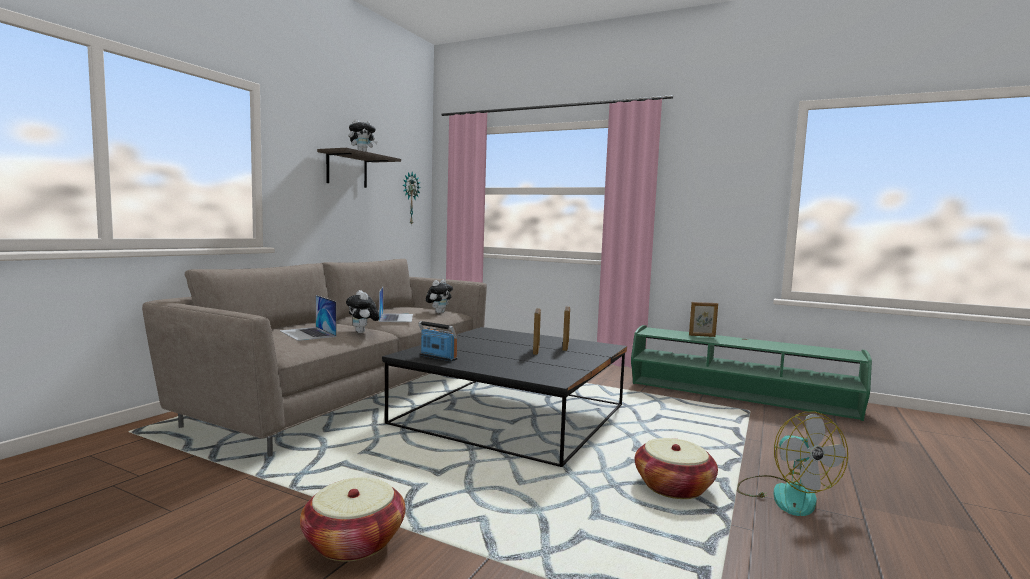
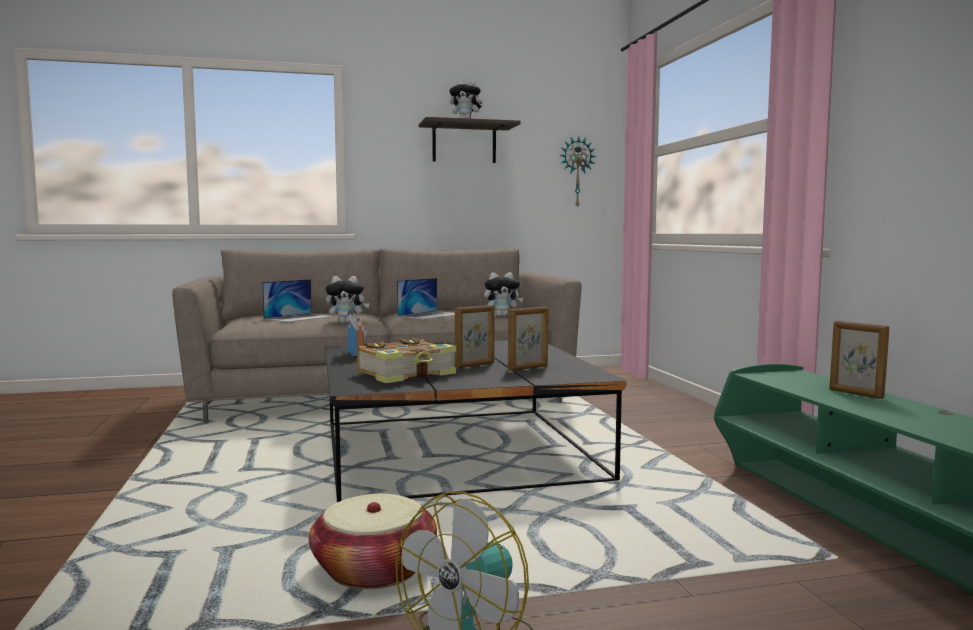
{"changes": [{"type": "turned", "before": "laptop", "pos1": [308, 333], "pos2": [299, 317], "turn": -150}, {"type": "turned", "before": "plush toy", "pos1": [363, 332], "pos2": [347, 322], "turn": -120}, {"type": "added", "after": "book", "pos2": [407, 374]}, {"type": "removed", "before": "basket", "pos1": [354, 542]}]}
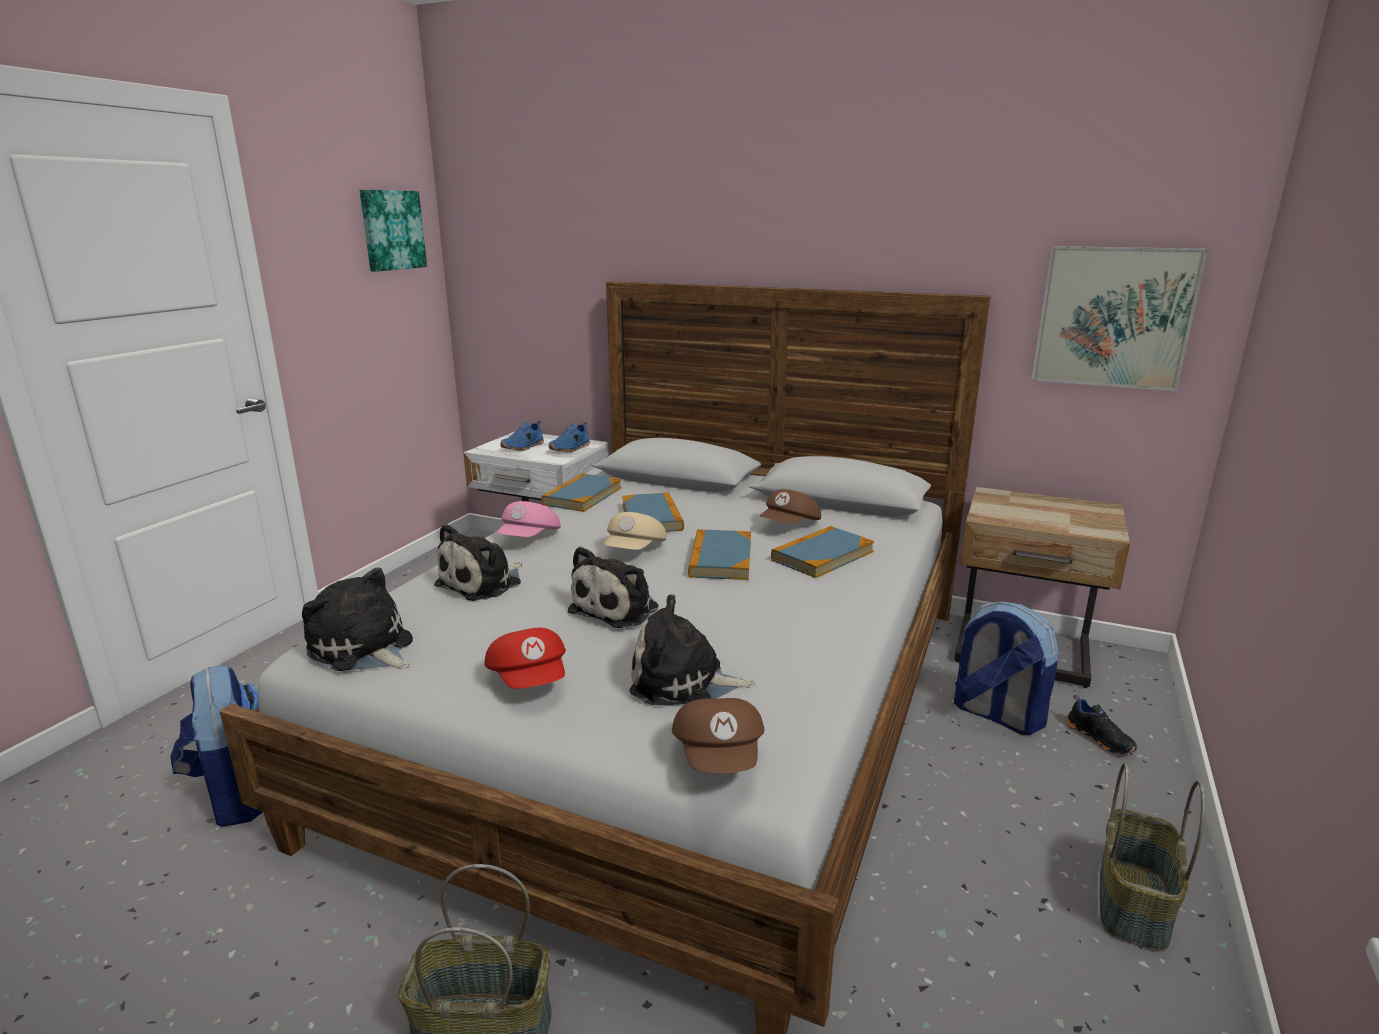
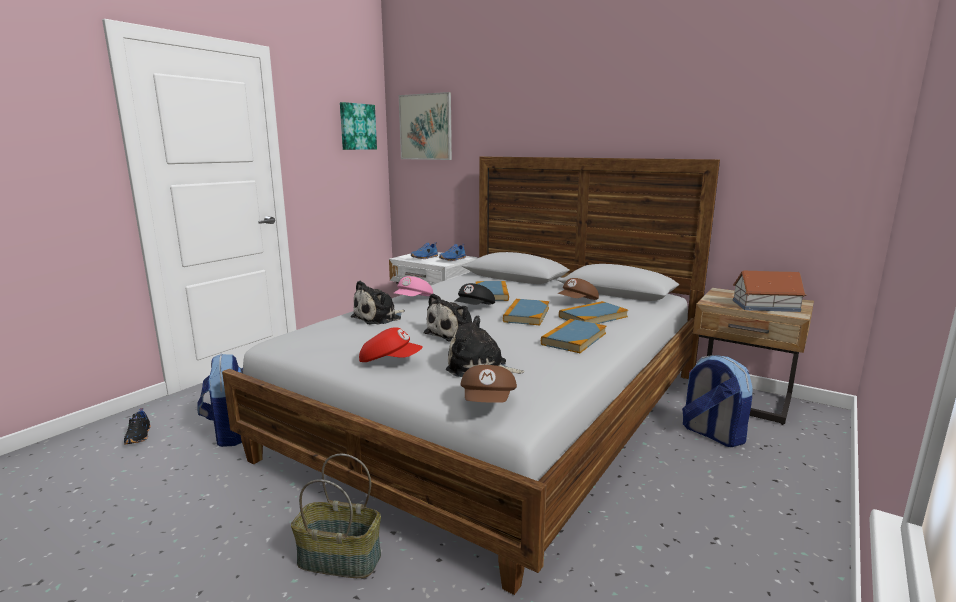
{"changes": [{"type": "moved", "before": "shoe/black", "pos1": [1100, 738], "pos2": [139, 436]}, {"type": "turned", "before": "cap/red", "pos1": [530, 680], "pos2": [390, 361], "turn": -60}, {"type": "moved", "before": "picture", "pos1": [1113, 317], "pos2": [425, 127]}, {"type": "recoloured", "before": "cap/beige", "after": "cap/black", "pos1": [635, 551], "pos2": [475, 308]}, {"type": "moved", "before": "book", "pos1": [582, 496], "pos2": [574, 339]}, {"type": "added", "after": "toy house", "pos2": [764, 305]}, {"type": "removed", "before": "plush toy", "pos1": [363, 649]}, {"type": "removed", "before": "basket", "pos1": [1135, 904]}]}
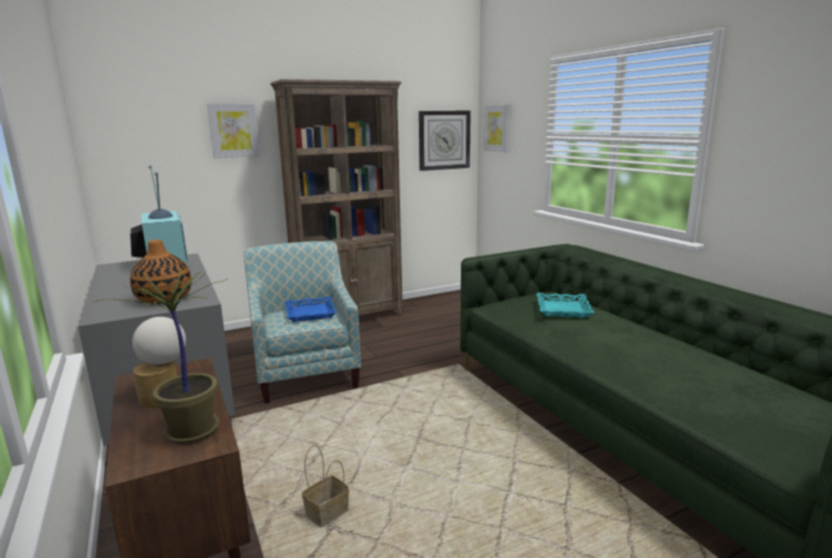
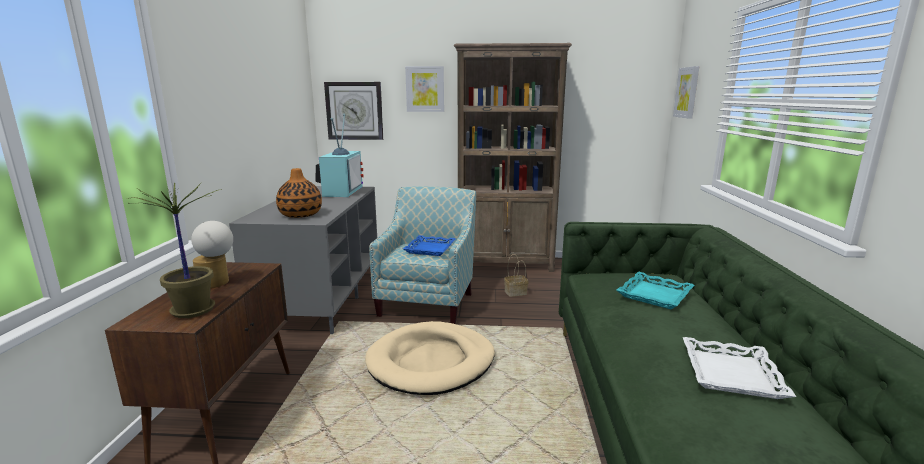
{"changes": [{"type": "moved", "before": "wall clock", "pos1": [444, 140], "pos2": [354, 111]}, {"type": "added", "after": "dog bed/beige", "pos2": [431, 362]}, {"type": "moved", "before": "basket", "pos1": [326, 514], "pos2": [515, 293]}, {"type": "added", "after": "tray/white", "pos2": [730, 373]}]}
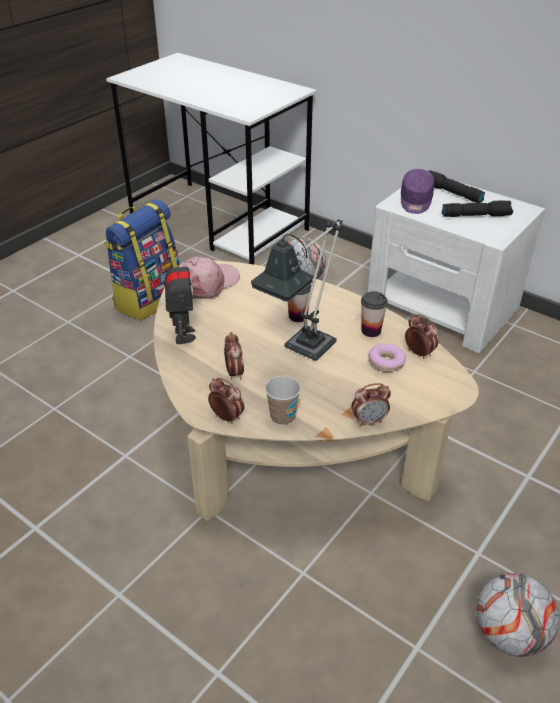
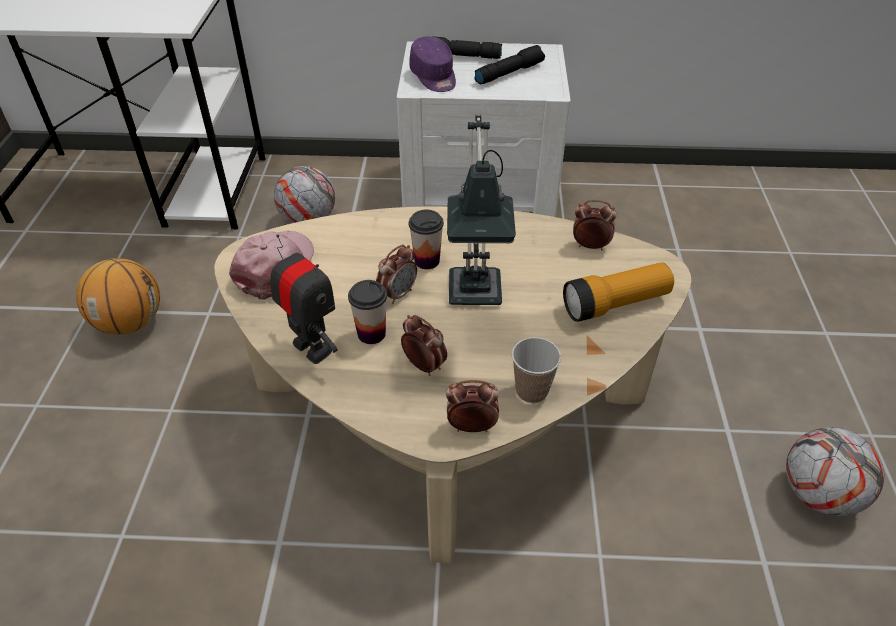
{"changes": [{"type": "replaced", "before": "backpack", "after": "basketball", "pos1": [148, 298], "pos2": [130, 323]}, {"type": "moved", "before": "cup", "pos1": [371, 331], "pos2": [371, 334]}, {"type": "moved", "before": "alarm clock", "pos1": [369, 421], "pos2": [398, 294]}, {"type": "added", "after": "flashlight", "pos2": [615, 304]}, {"type": "removed", "before": "donut", "pos1": [386, 362]}]}
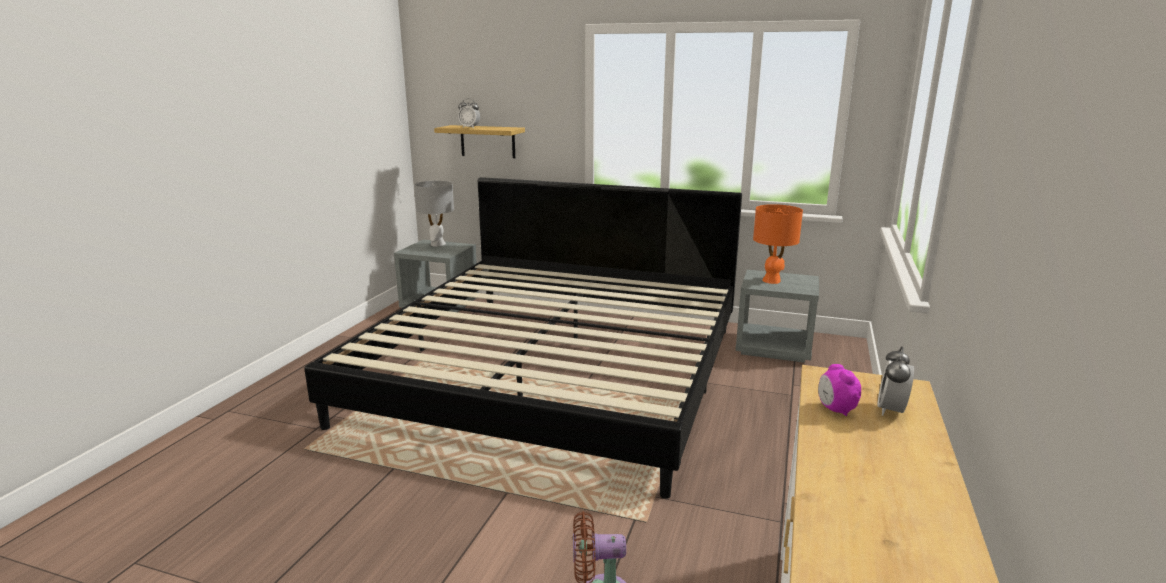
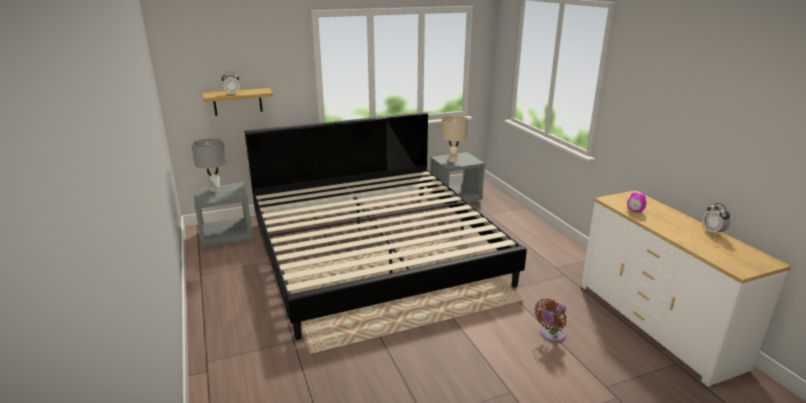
{"changes": [{"type": "recoloured", "before": "table lamp/orange", "after": "table lamp/beige", "pos1": [772, 280], "pos2": [453, 160]}, {"type": "moved", "before": "alarm clock", "pos1": [891, 410], "pos2": [713, 232]}]}
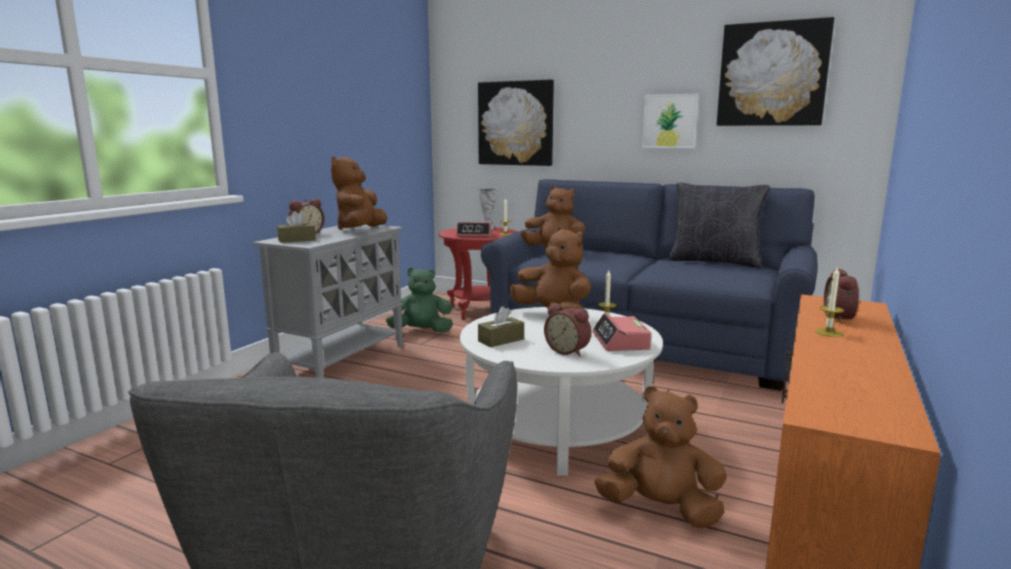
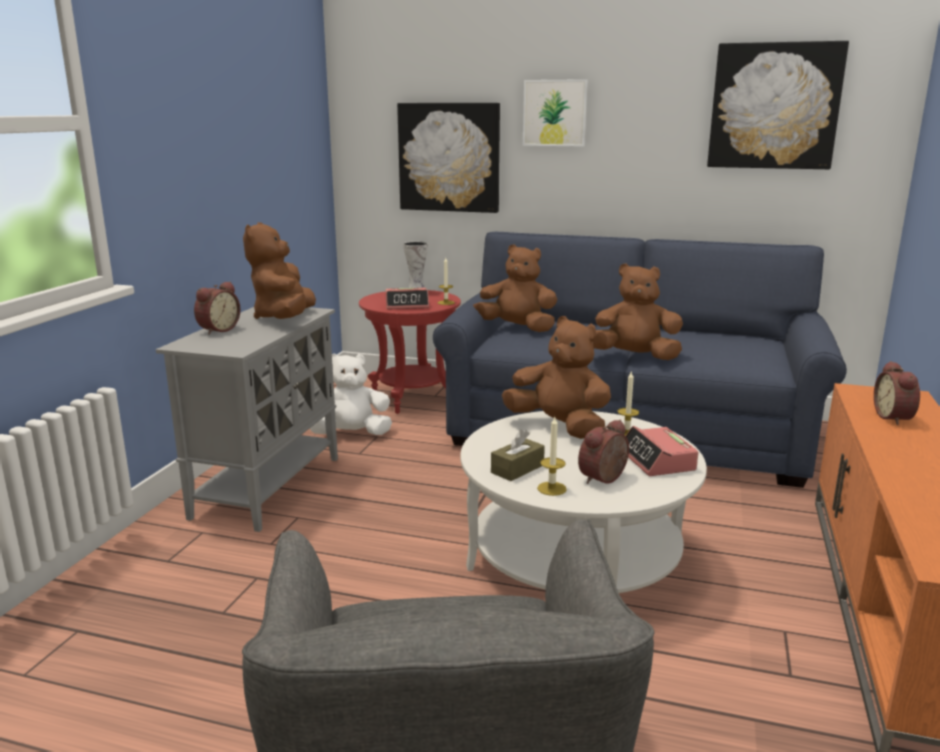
{"changes": [{"type": "recoloured", "before": "plush toy/green", "after": "plush toy/white", "pos1": [422, 331], "pos2": [352, 434]}, {"type": "moved", "before": "picture", "pos1": [670, 121], "pos2": [554, 113]}, {"type": "moved", "before": "candle", "pos1": [828, 332], "pos2": [551, 488]}, {"type": "turned", "before": "alarm clock", "pos1": [568, 351], "pos2": [605, 479], "turn": 105}, {"type": "moved", "before": "plush toy/brown", "pos1": [660, 509], "pos2": [634, 357]}, {"type": "removed", "before": "tissue box/brown", "pos1": [297, 240]}, {"type": "removed", "before": "pillow/black", "pos1": [714, 261]}]}
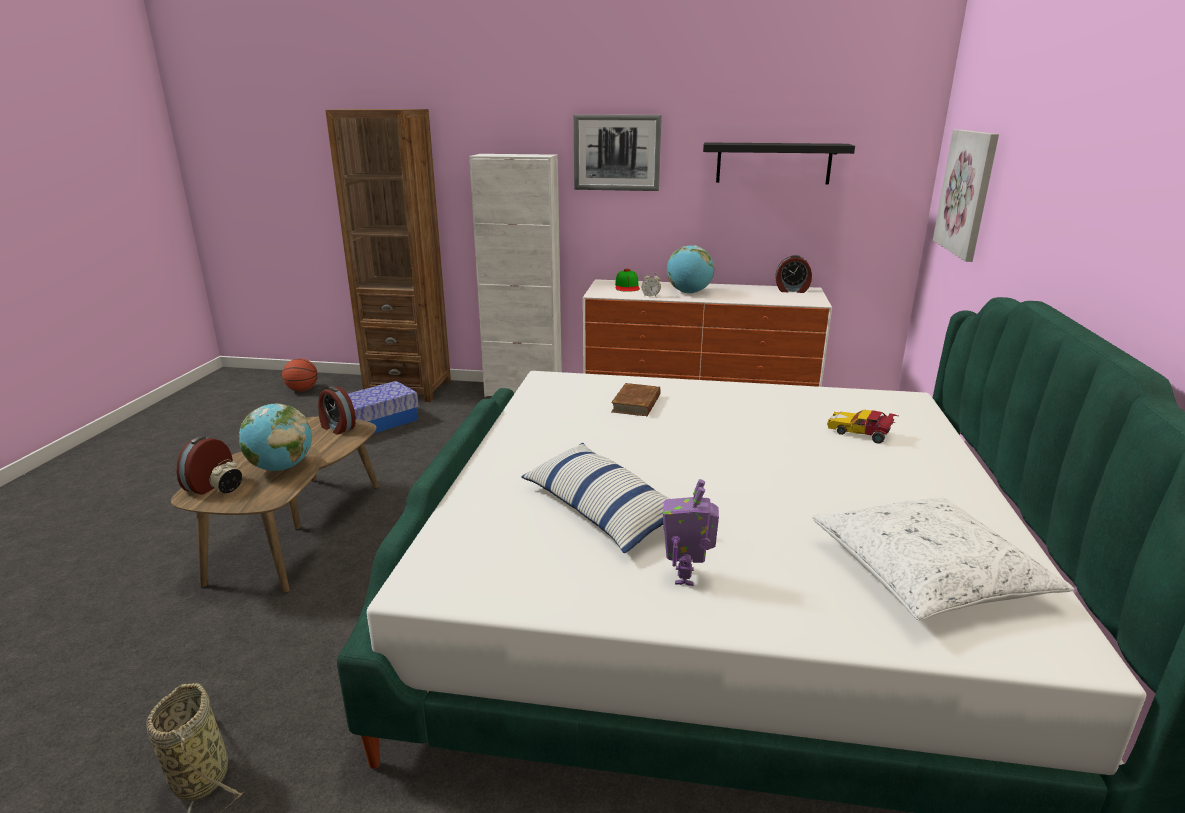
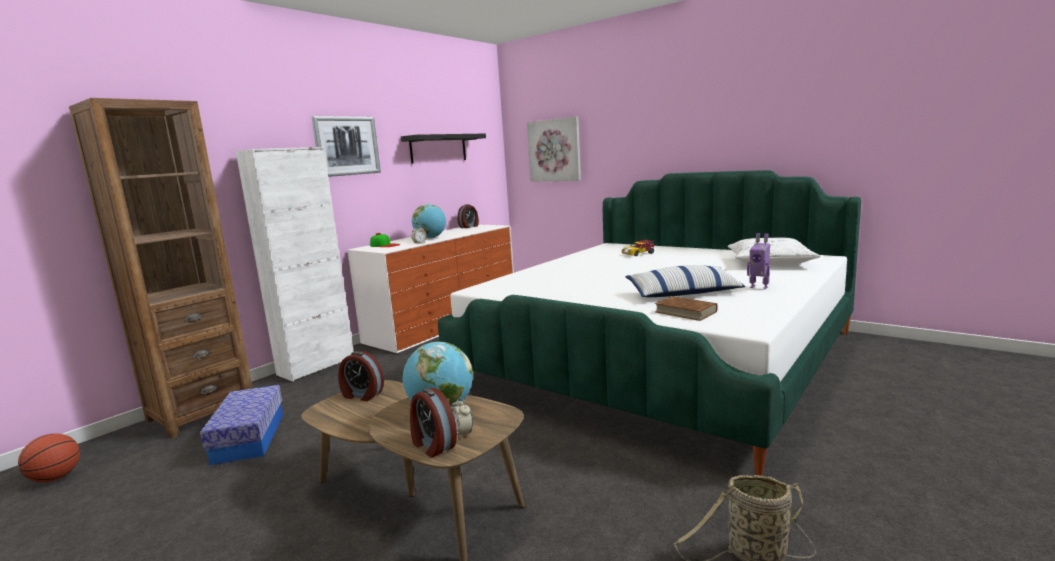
{"changes": [{"type": "turned", "before": "alarm clock", "pos1": [337, 427], "pos2": [362, 395], "turn": 45}, {"type": "moved", "before": "book/brown", "pos1": [636, 403], "pos2": [685, 312]}]}
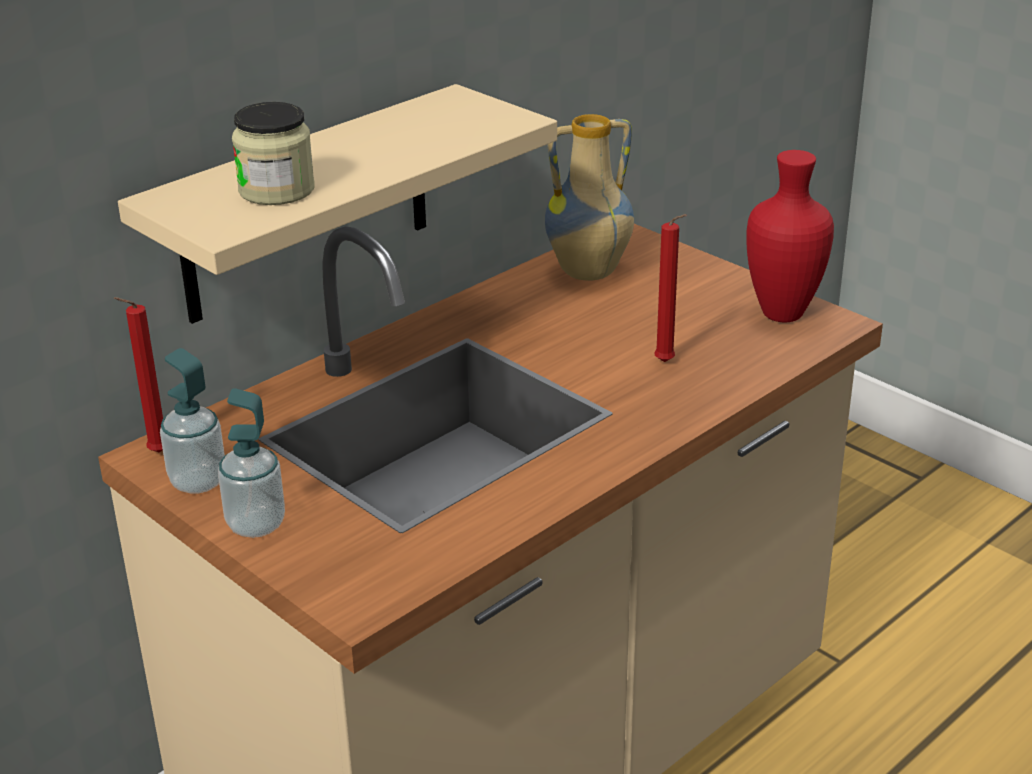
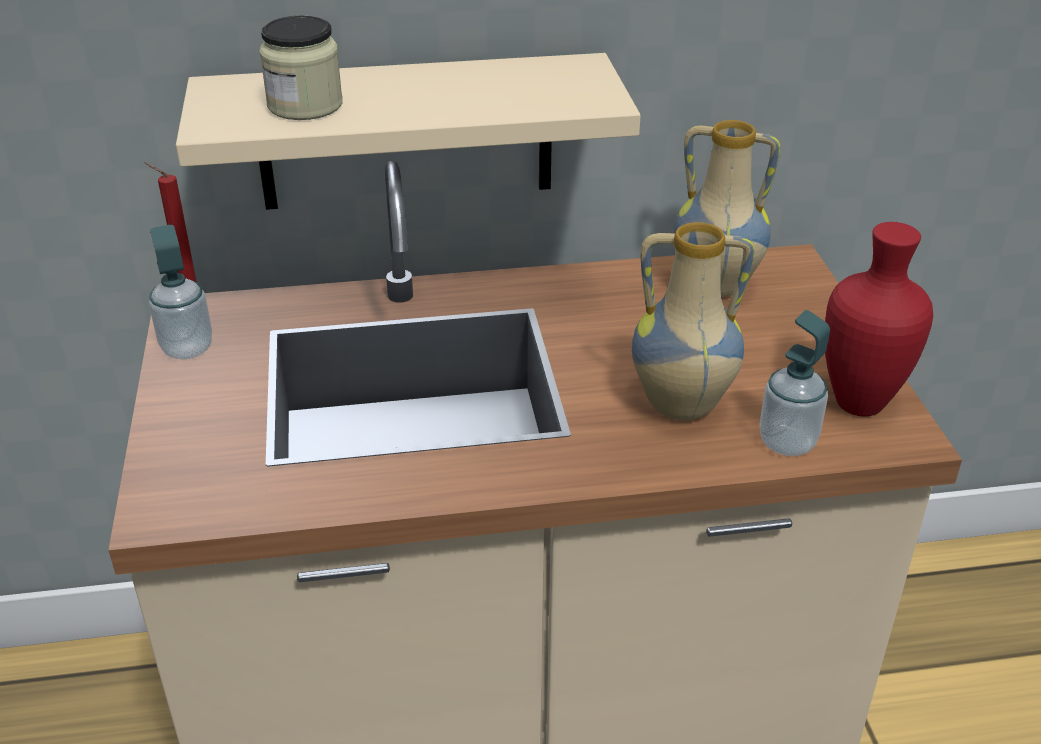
{"changes": [{"type": "replaced", "before": "candle/red", "after": "vase", "pos1": [667, 363], "pos2": [680, 407]}, {"type": "moved", "before": "soap dispenser", "pos1": [256, 524], "pos2": [787, 442]}]}
